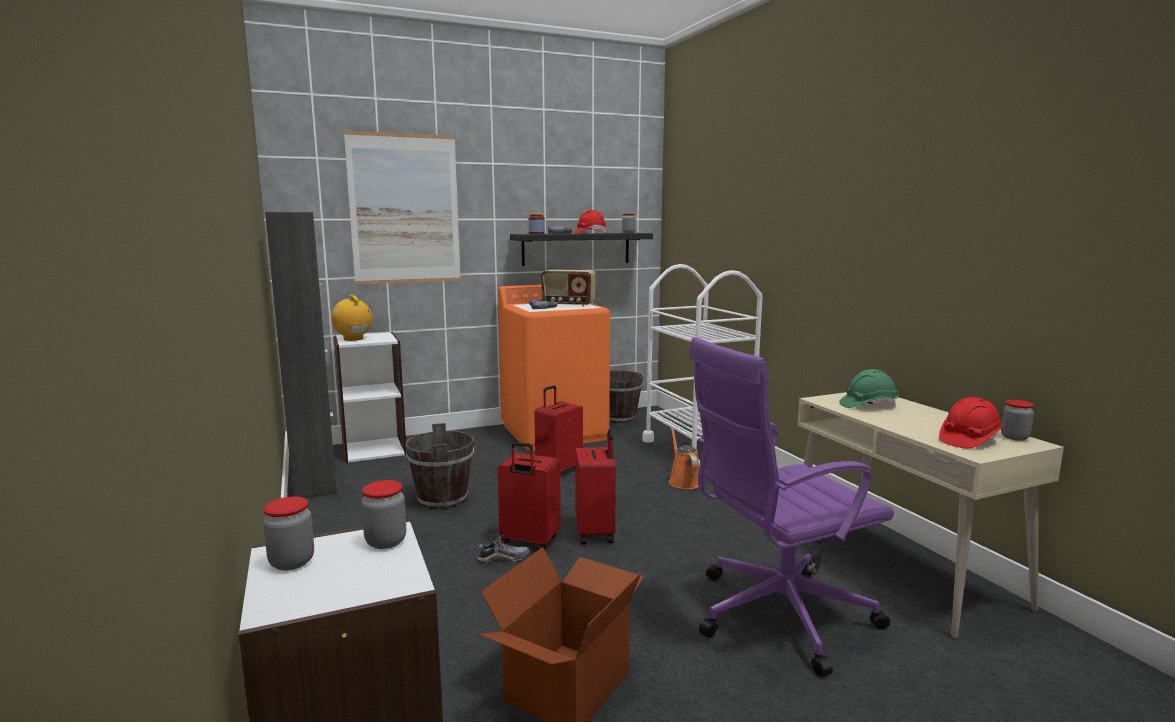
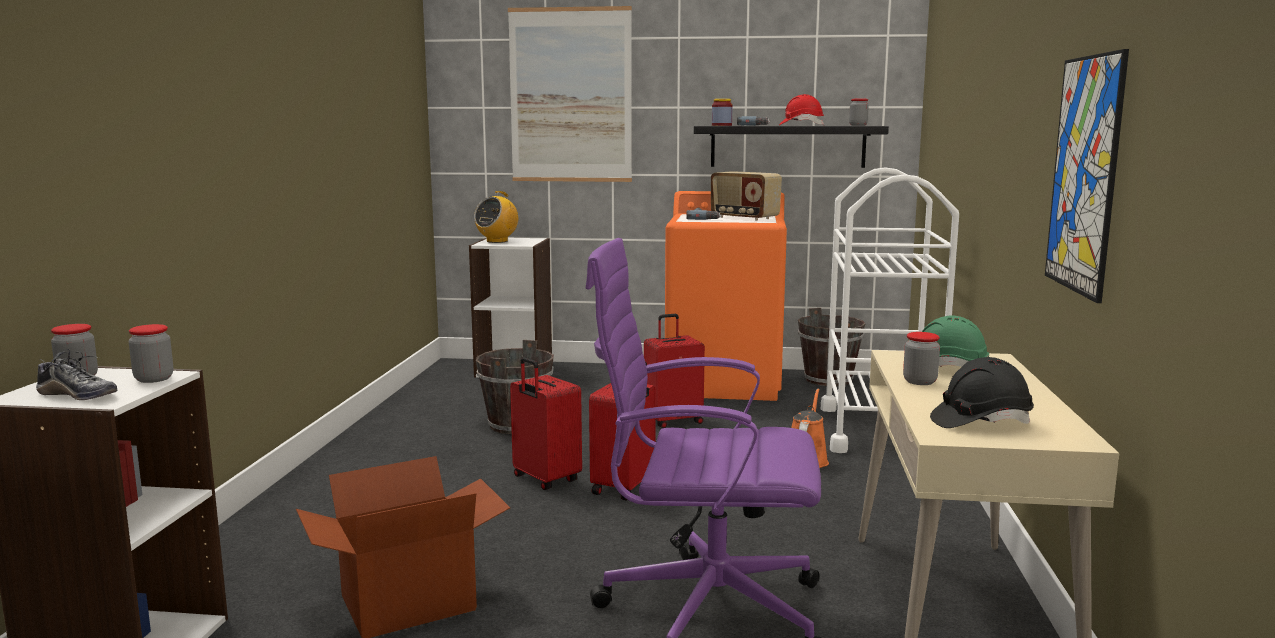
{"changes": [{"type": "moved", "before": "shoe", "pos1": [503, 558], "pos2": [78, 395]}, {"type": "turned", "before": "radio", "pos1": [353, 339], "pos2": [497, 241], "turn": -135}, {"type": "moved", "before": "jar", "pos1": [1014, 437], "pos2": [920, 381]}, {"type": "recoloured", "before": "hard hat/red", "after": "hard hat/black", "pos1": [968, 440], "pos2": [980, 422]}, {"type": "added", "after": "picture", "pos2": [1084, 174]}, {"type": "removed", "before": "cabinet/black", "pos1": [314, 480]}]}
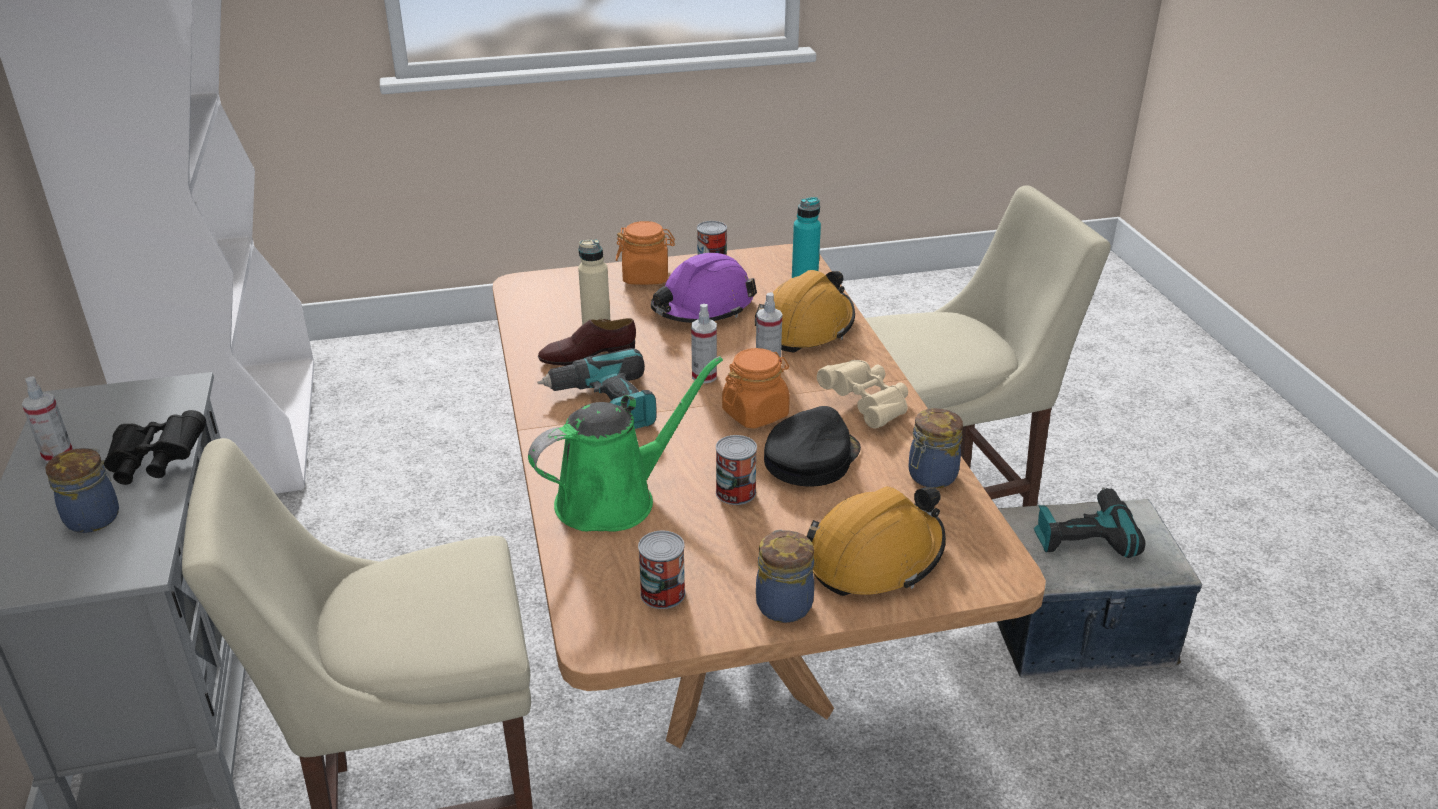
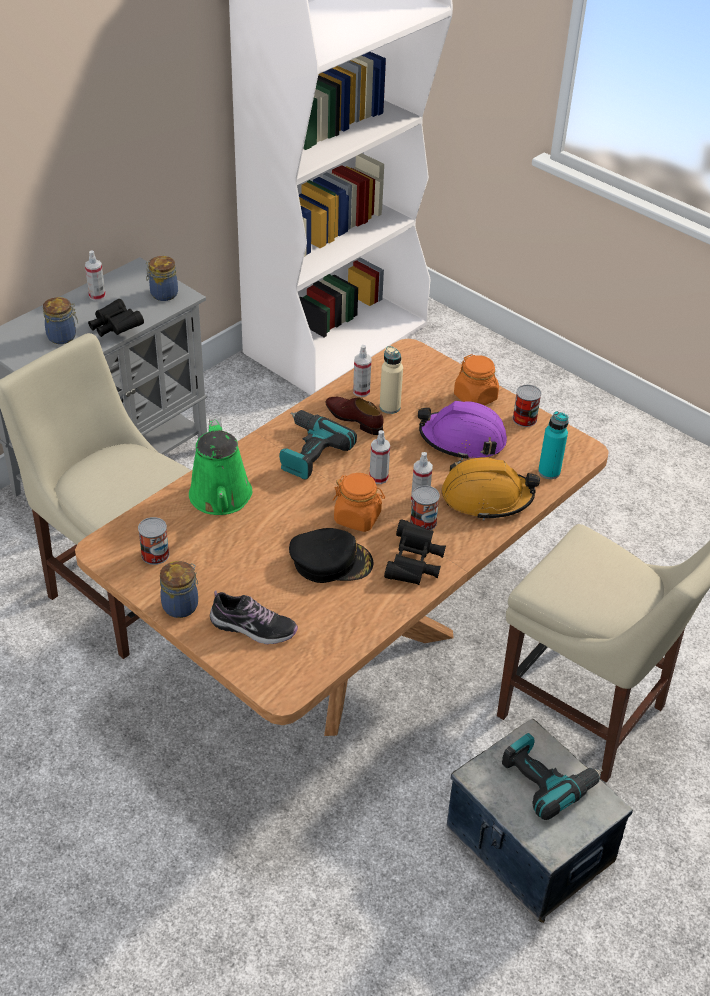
{"changes": [{"type": "moved", "before": "jar", "pos1": [930, 476], "pos2": [163, 294]}, {"type": "turned", "before": "watering can/green", "pos1": [614, 499], "pos2": [221, 498], "turn": 60}, {"type": "replaced", "before": "hard hat/orange", "after": "shoe", "pos1": [875, 557], "pos2": [253, 628]}, {"type": "added", "after": "spray bottle", "pos2": [361, 391]}, {"type": "recoloured", "before": "binoculars/beige", "after": "binoculars/black", "pos1": [867, 405], "pos2": [414, 564]}, {"type": "moved", "before": "can", "pos1": [735, 492], "pos2": [423, 522]}]}
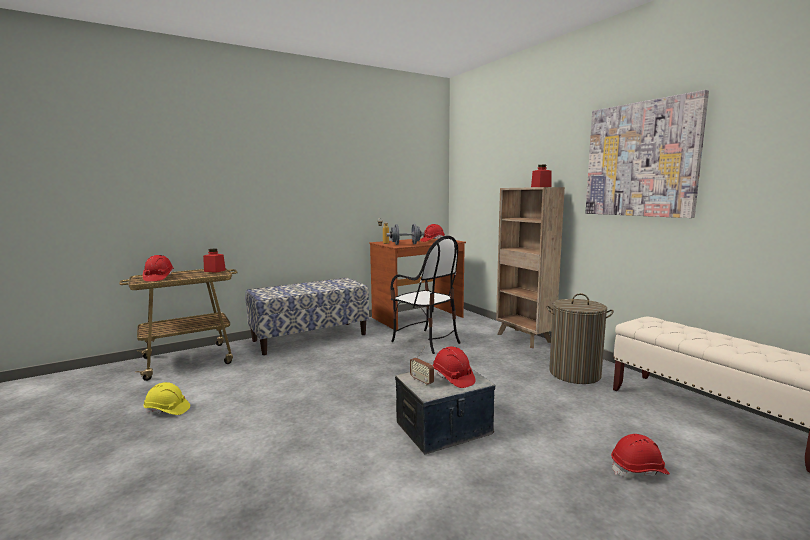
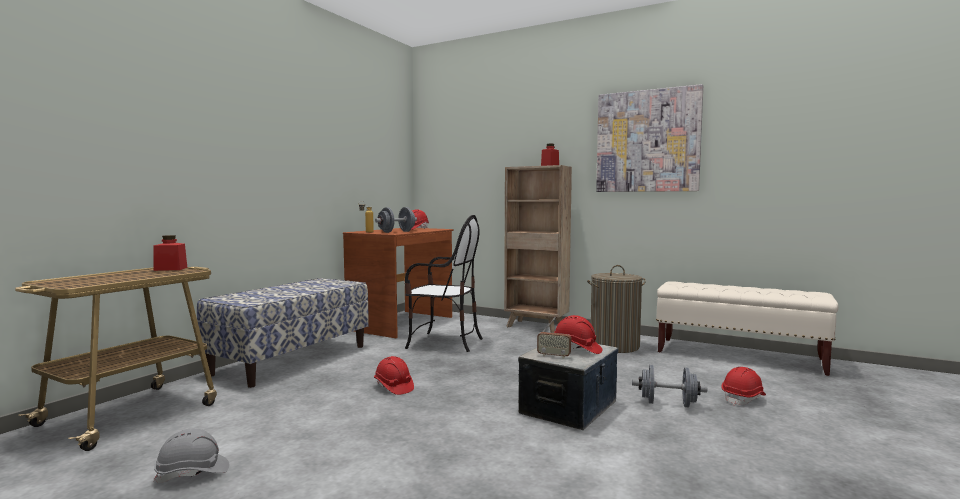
{"changes": [{"type": "recoloured", "before": "hard hat/yellow", "after": "hard hat/grey", "pos1": [167, 410], "pos2": [193, 473]}, {"type": "moved", "before": "hard hat/red", "pos1": [158, 278], "pos2": [393, 387]}, {"type": "added", "after": "dumbbell/grey", "pos2": [668, 404]}]}
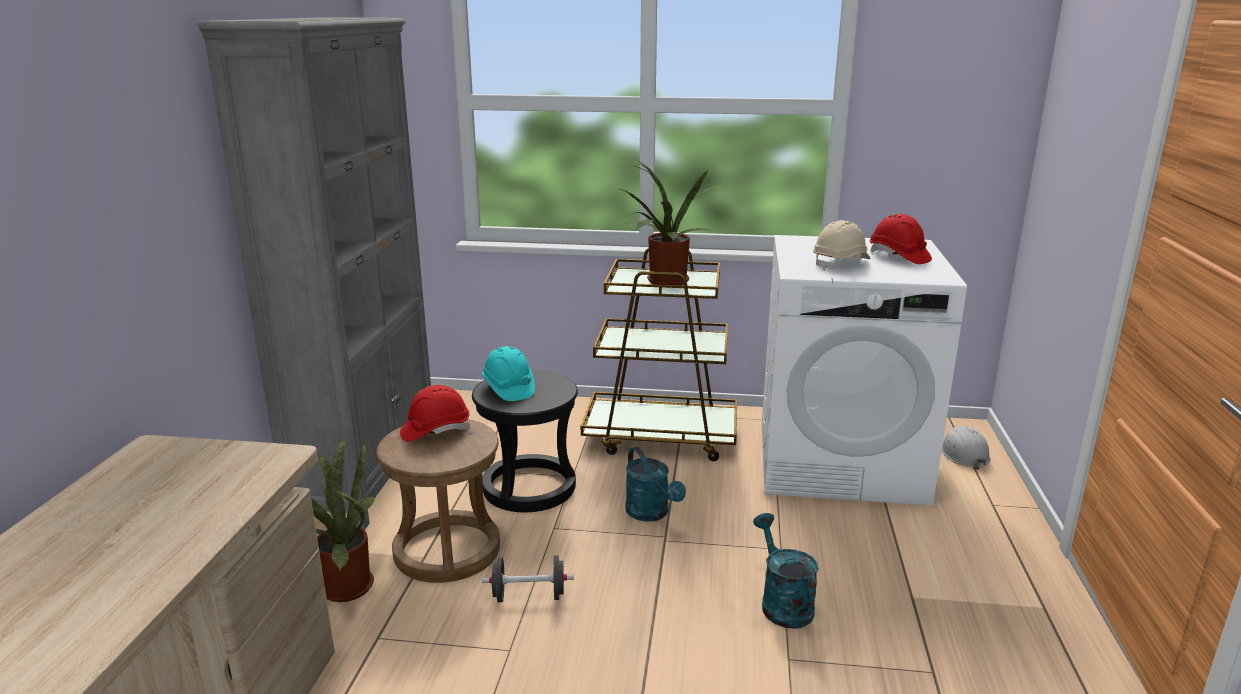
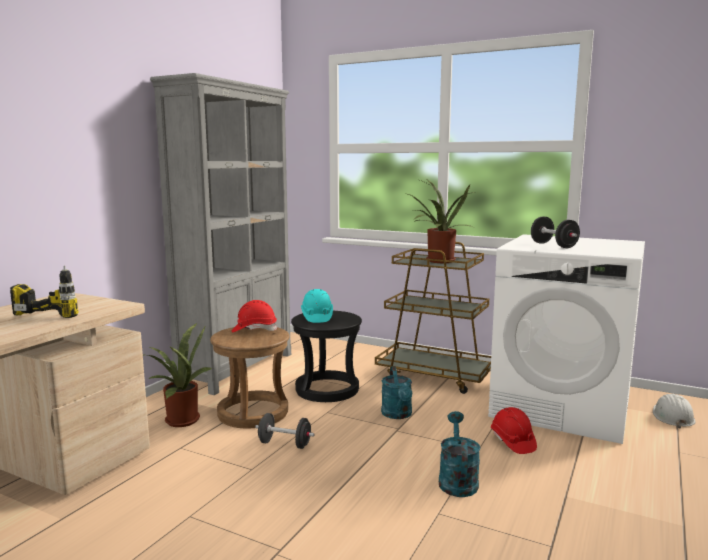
{"changes": [{"type": "added", "after": "power drill", "pos2": [57, 312]}, {"type": "moved", "before": "hard hat/red", "pos1": [898, 257], "pos2": [512, 442]}, {"type": "replaced", "before": "hard hat/beige", "after": "dumbbell/black", "pos1": [841, 263], "pos2": [553, 245]}]}
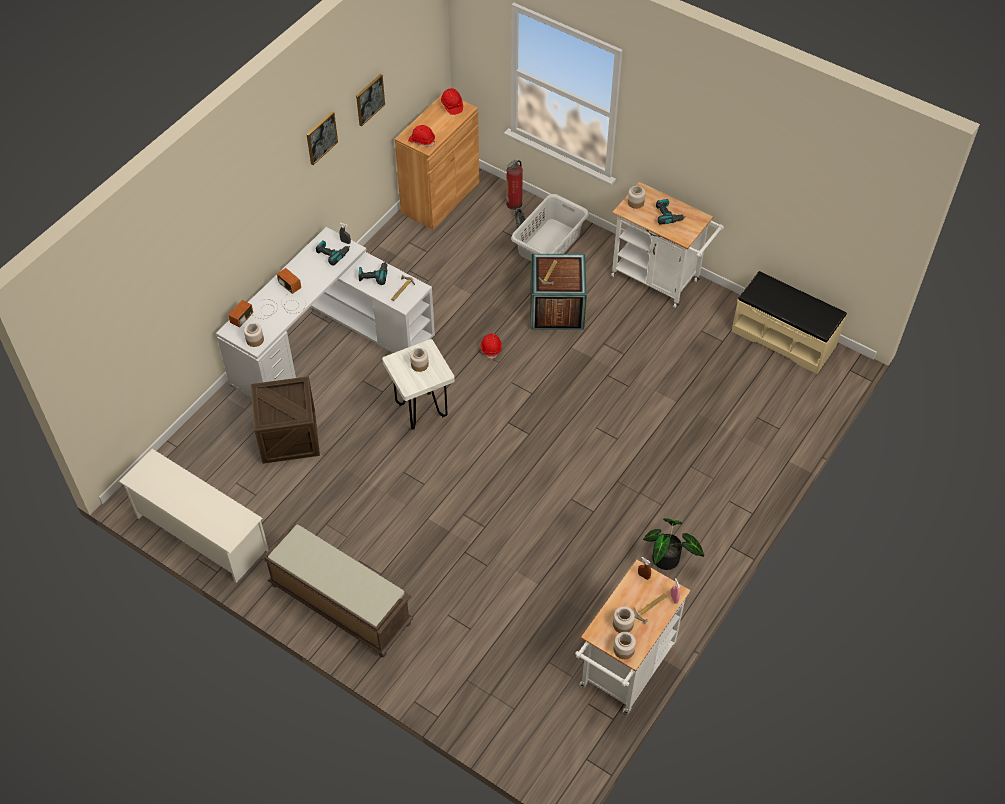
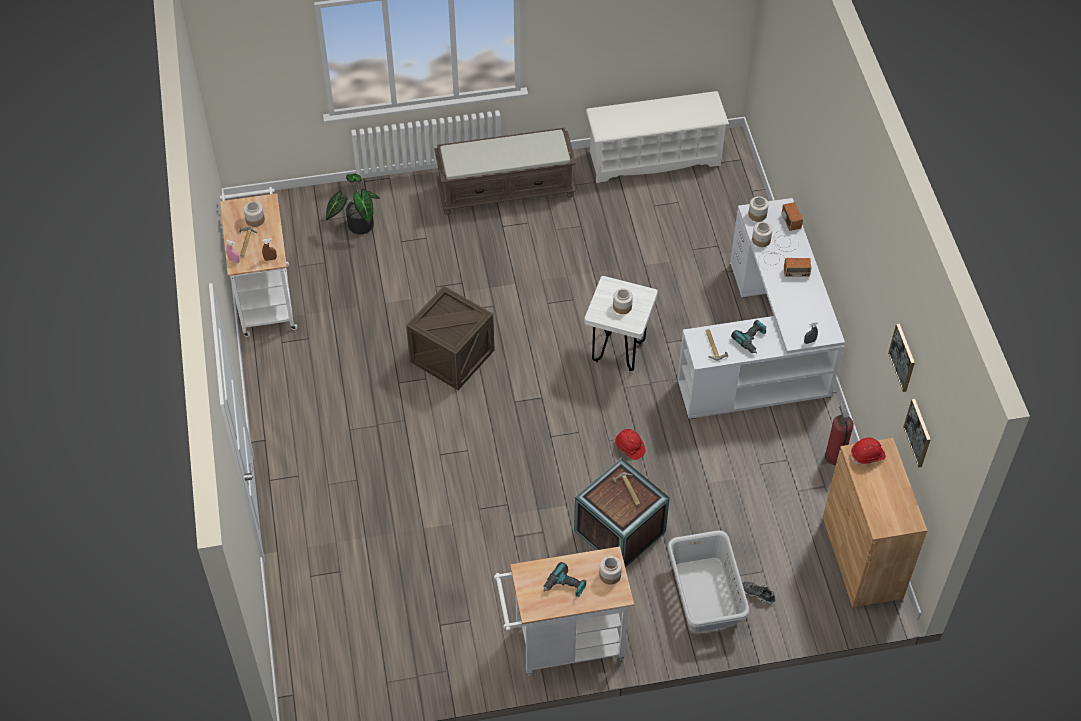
{"changes": [{"type": "moved", "before": "potted plant", "pos1": [668, 561], "pos2": [357, 225]}, {"type": "moved", "before": "crate", "pos1": [289, 436], "pos2": [452, 356]}, {"type": "moved", "before": "jar", "pos1": [624, 649], "pos2": [761, 240]}, {"type": "moved", "before": "fire extinguisher", "pos1": [514, 204], "pos2": [834, 456]}, {"type": "moved", "before": "picture", "pos1": [321, 137], "pos2": [918, 432]}, {"type": "removed", "before": "power drill", "pos1": [332, 254]}, {"type": "removed", "before": "hard hat/red", "pos1": [452, 106]}, {"type": "removed", "before": "bench/beige", "pos1": [784, 338]}]}
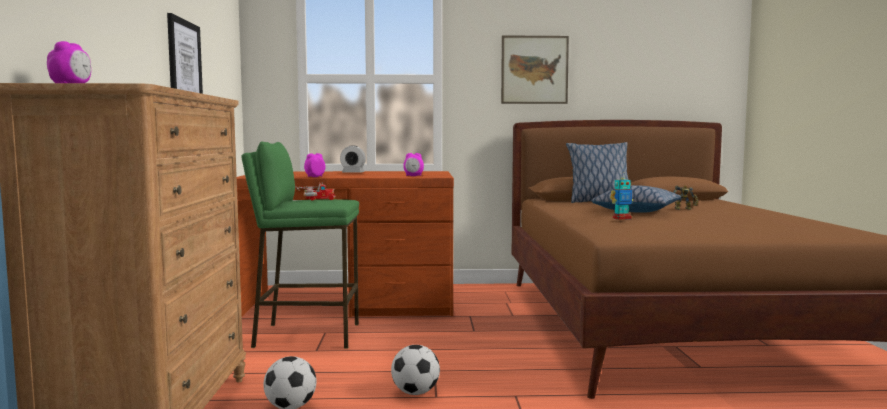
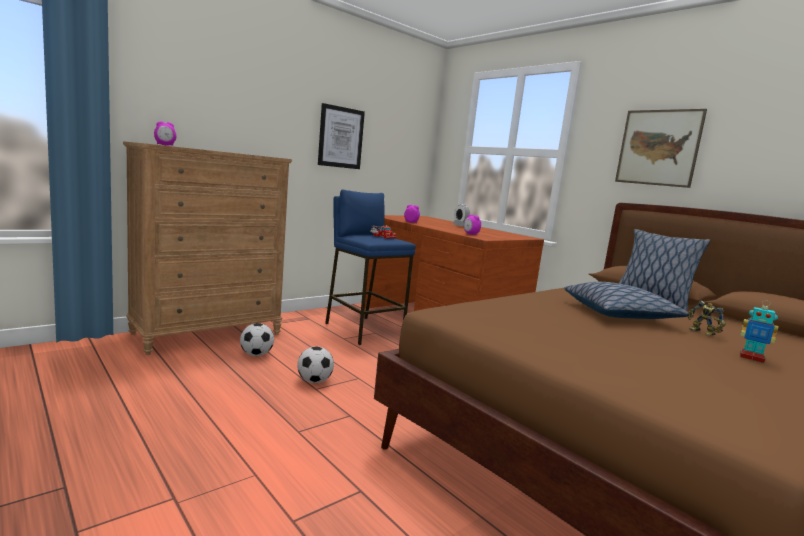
{"changes": [{"type": "recoloured", "before": "stool/green", "after": "stool/blue", "pos1": [307, 335], "pos2": [363, 330]}, {"type": "moved", "before": "toy robot", "pos1": [621, 218], "pos2": [751, 358]}]}
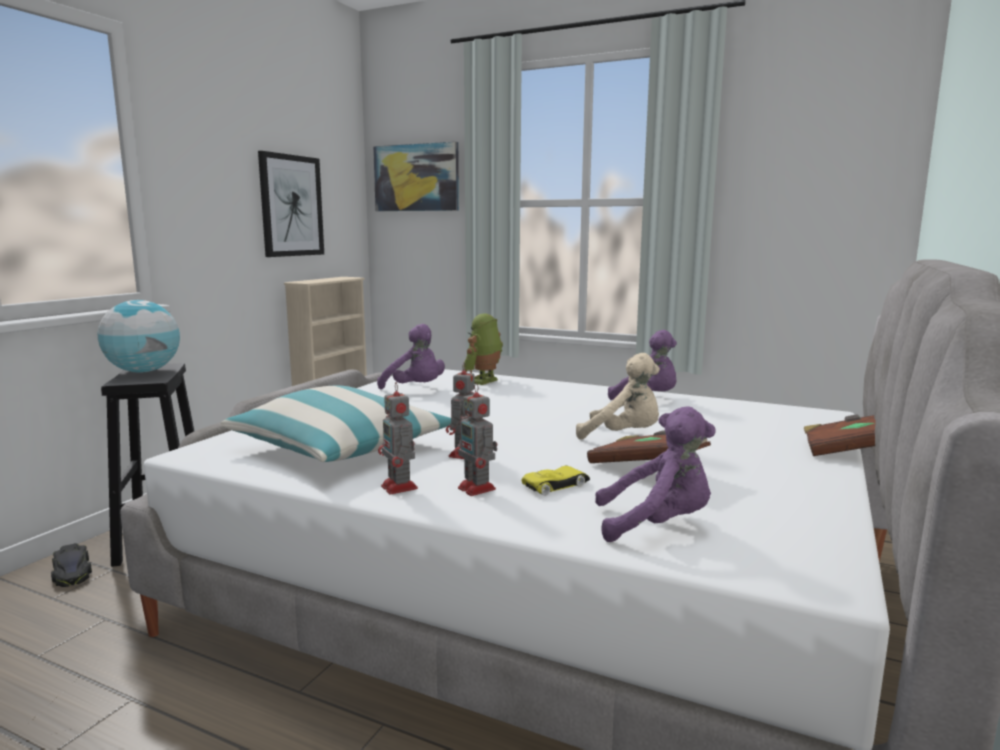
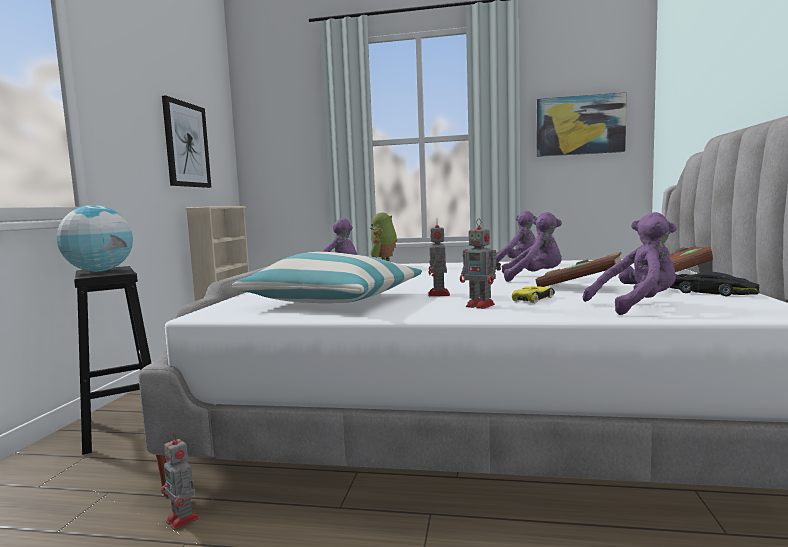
{"changes": [{"type": "moved", "before": "toy robot", "pos1": [400, 488], "pos2": [183, 520]}, {"type": "recoloured", "before": "plush toy/beige", "after": "plush toy/purple", "pos1": [623, 436], "pos2": [534, 278]}, {"type": "moved", "before": "picture", "pos1": [416, 178], "pos2": [579, 125]}, {"type": "moved", "before": "toy car/black", "pos1": [72, 571], "pos2": [711, 292]}]}
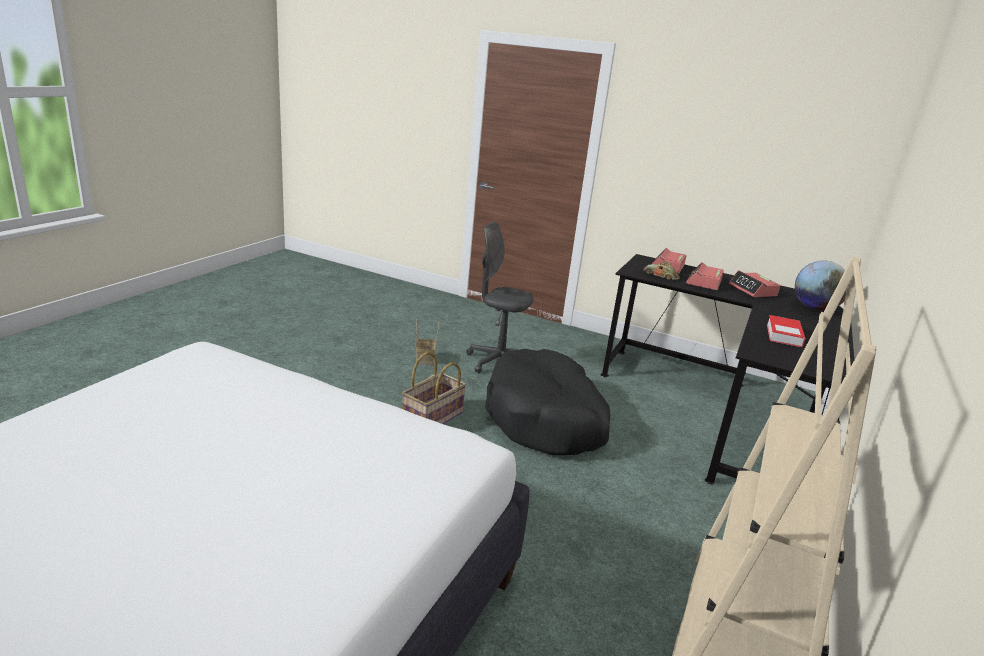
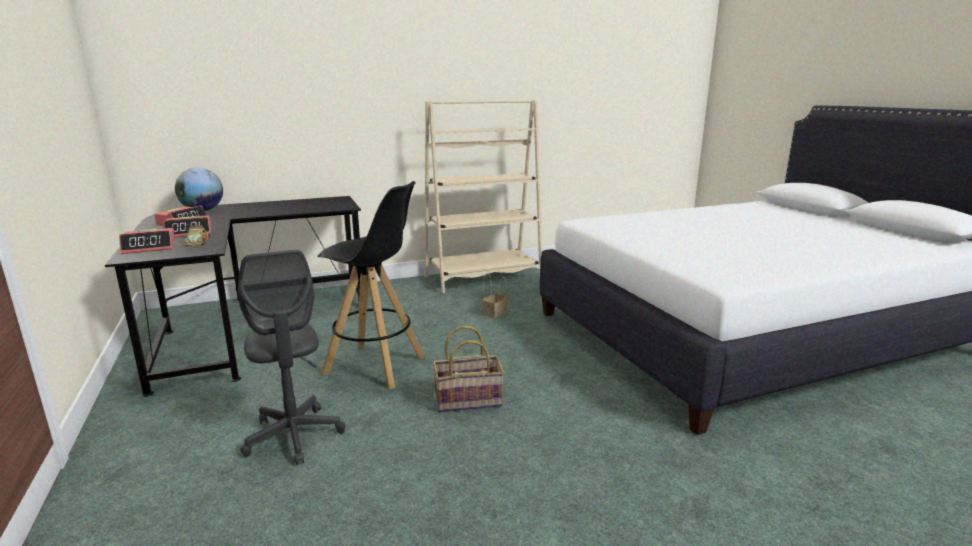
{"changes": [{"type": "replaced", "before": "dog bed/black", "after": "stool/black", "pos1": [545, 418], "pos2": [376, 366]}, {"type": "moved", "before": "basket", "pos1": [425, 360], "pos2": [494, 312]}, {"type": "removed", "before": "book", "pos1": [783, 335]}]}
